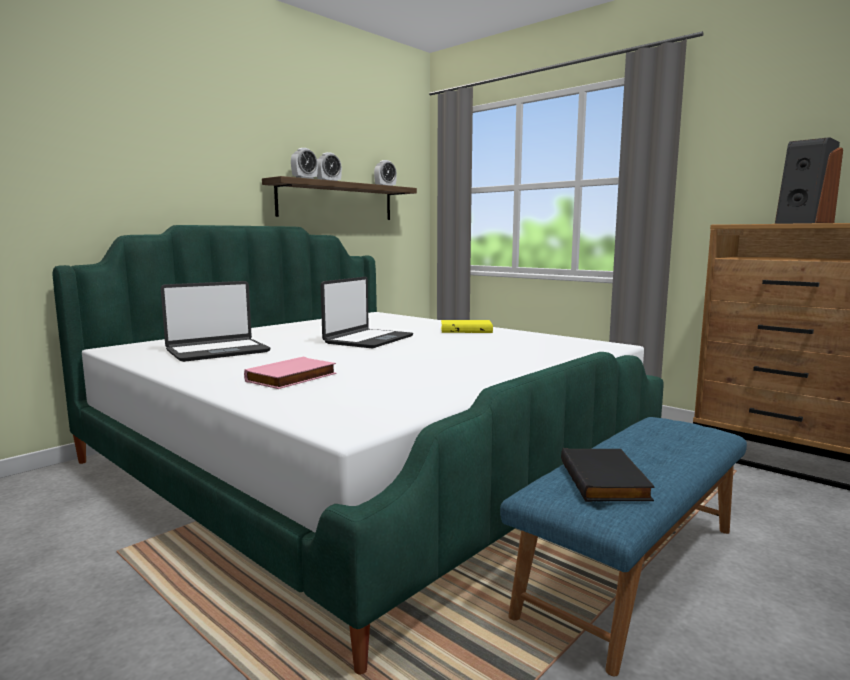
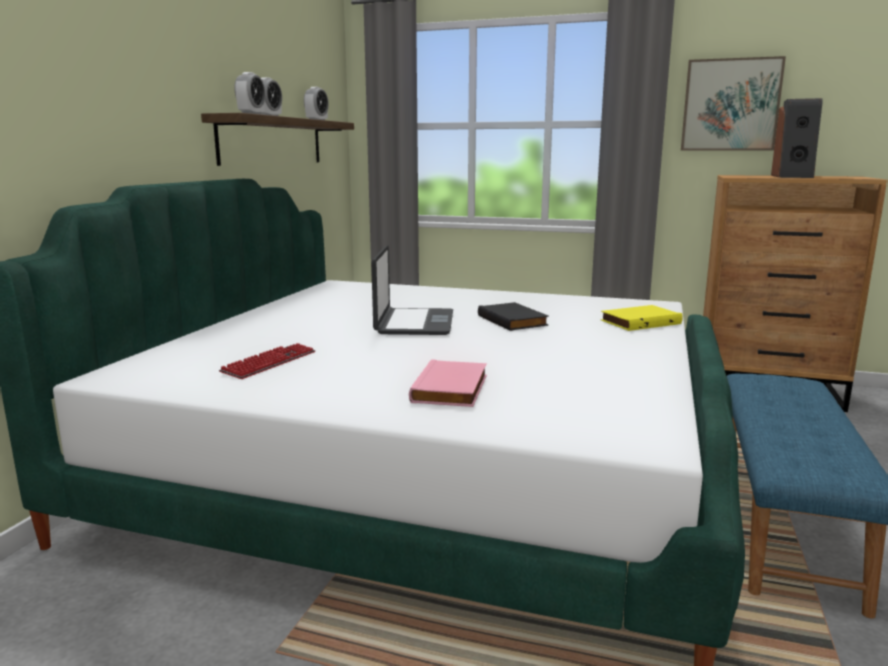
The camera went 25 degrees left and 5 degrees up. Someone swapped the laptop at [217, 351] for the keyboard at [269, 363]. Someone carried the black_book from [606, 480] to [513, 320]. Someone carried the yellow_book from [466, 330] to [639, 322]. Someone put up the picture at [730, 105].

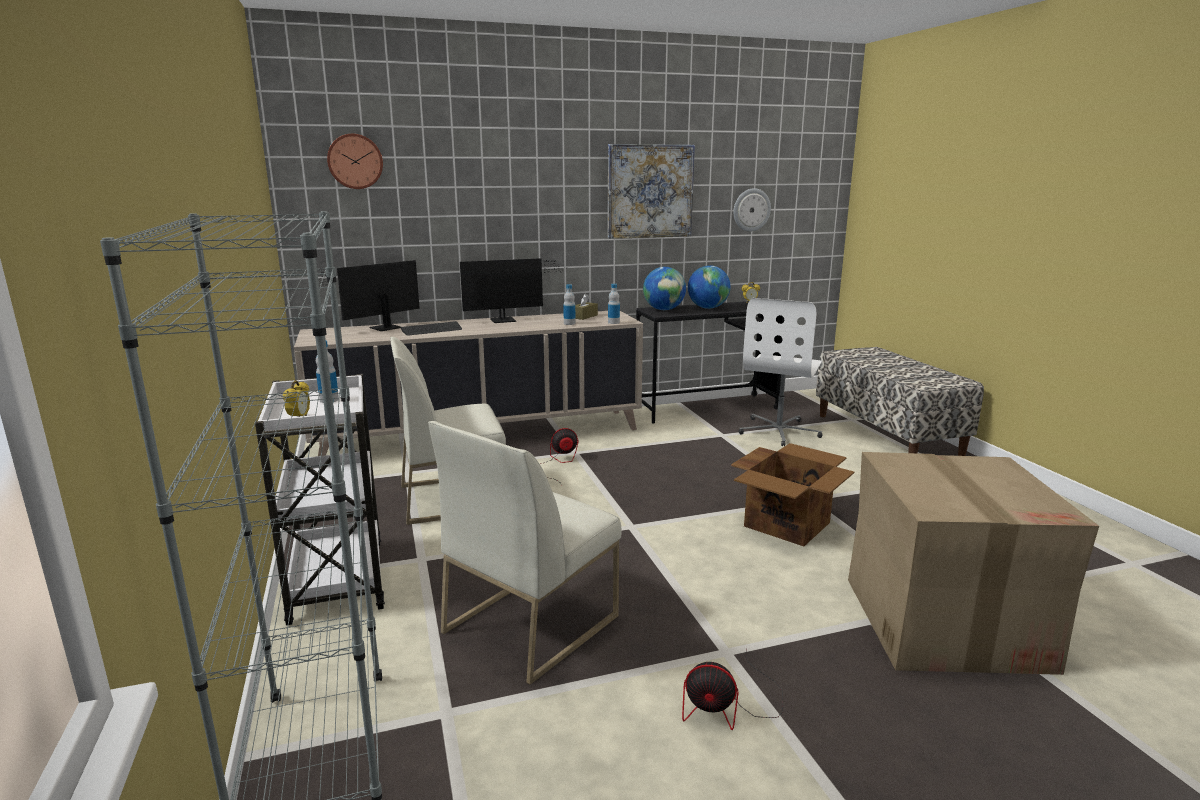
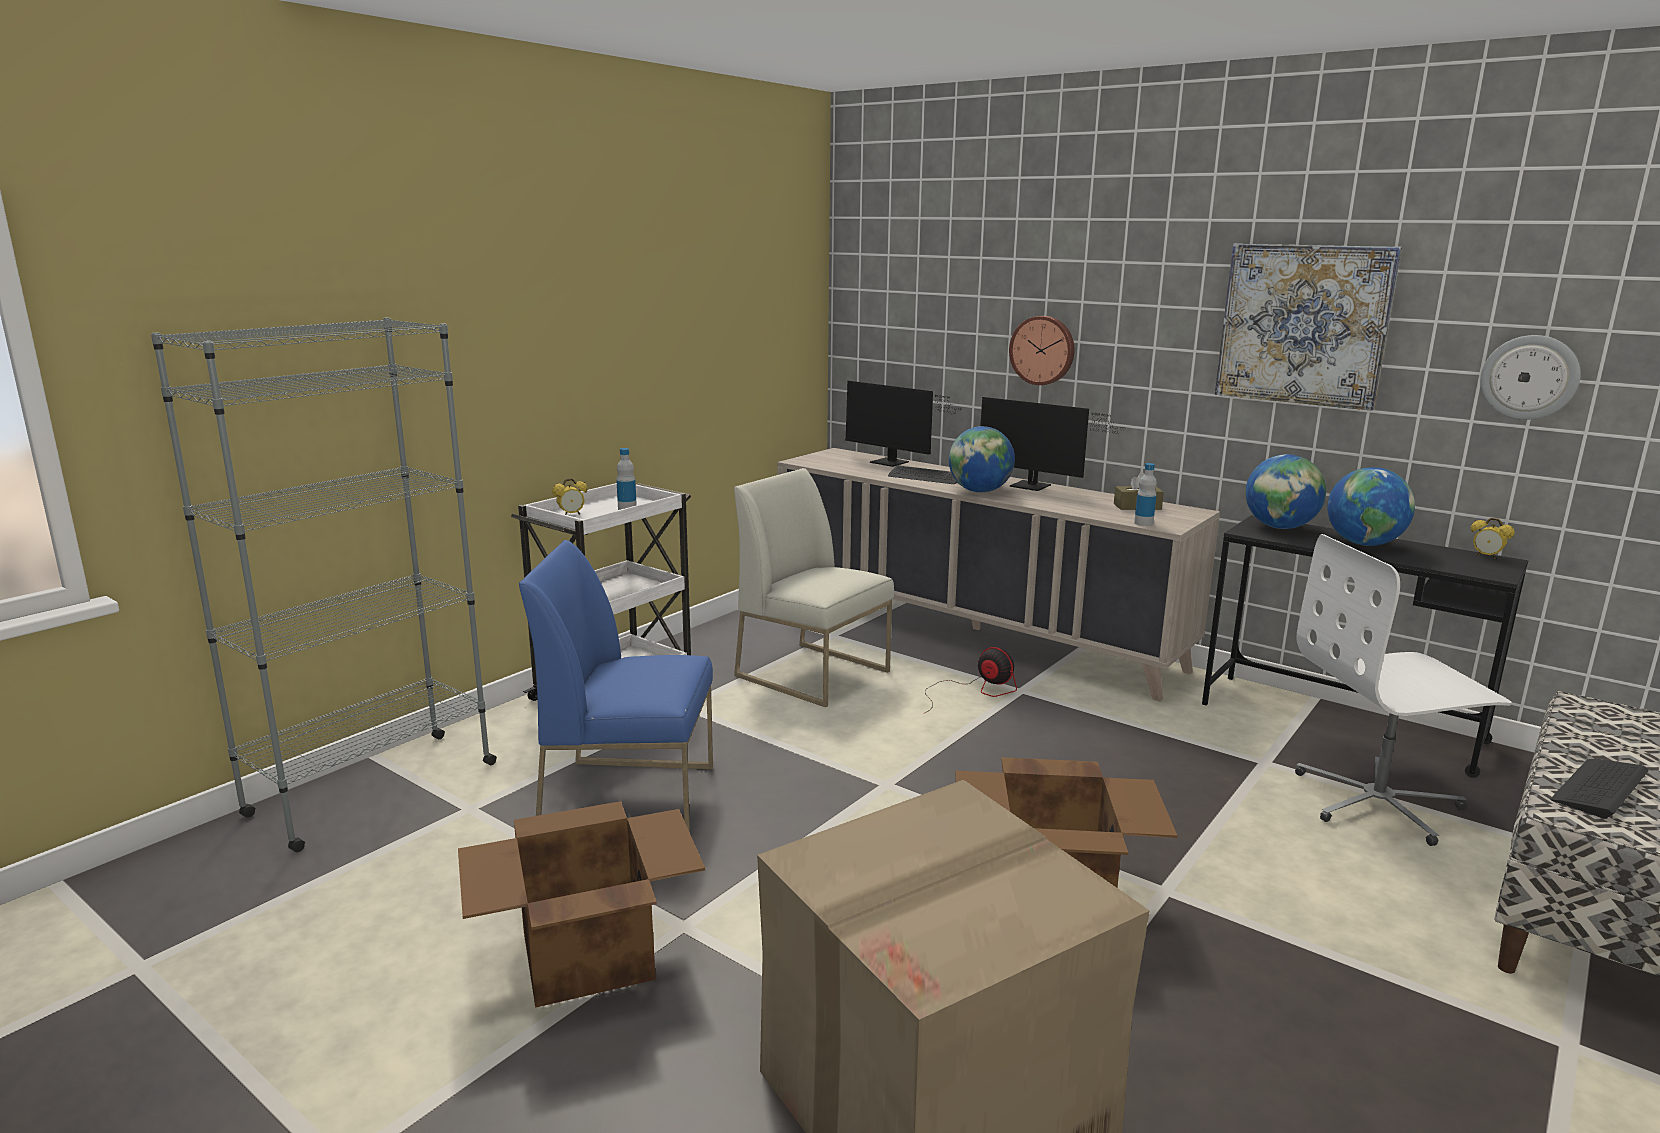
The camera went 55 degrees right and 0 degrees up. Someone swapped the fan at [729, 706] for the cardboard_box at [585, 955]. Someone repainted the white_chair at [531, 623], which became the blue_chair at [631, 796]. Someone rotated the monitor at [381, 328] by 150 degrees counterclockwise. Someone put down the globe at [979, 491]. Someone carried the wall_clock from [355, 161] to [1043, 350]. Someone put down the keyboard at [1599, 788]. Someone took away the bottle at [569, 323].

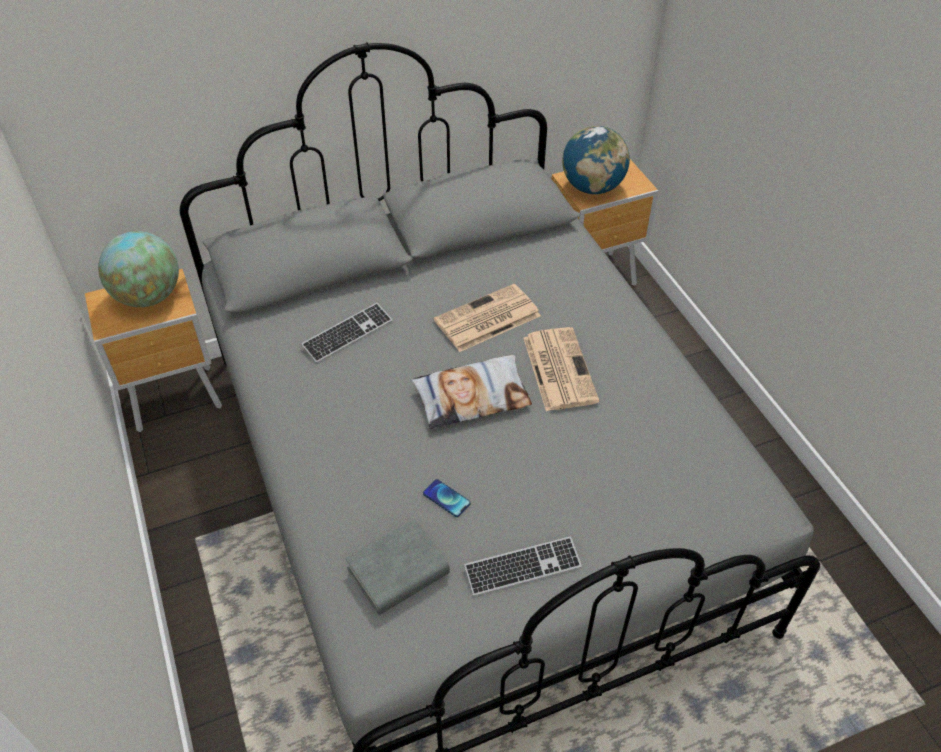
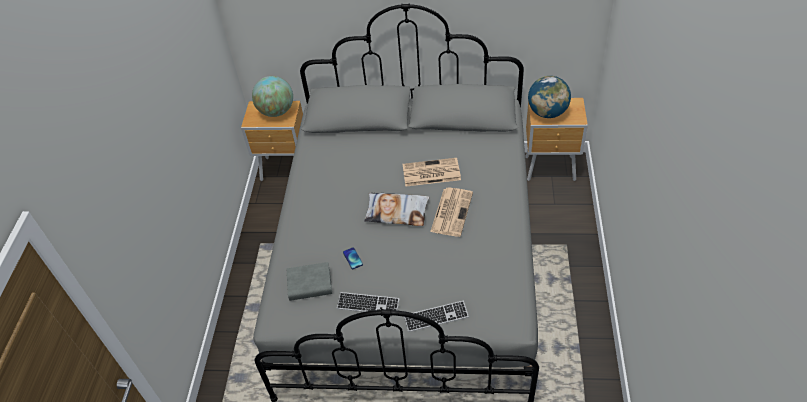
The camera went 30 degrees right and 0 degrees up. Someone carried the keyboard from [347, 334] to [436, 317].

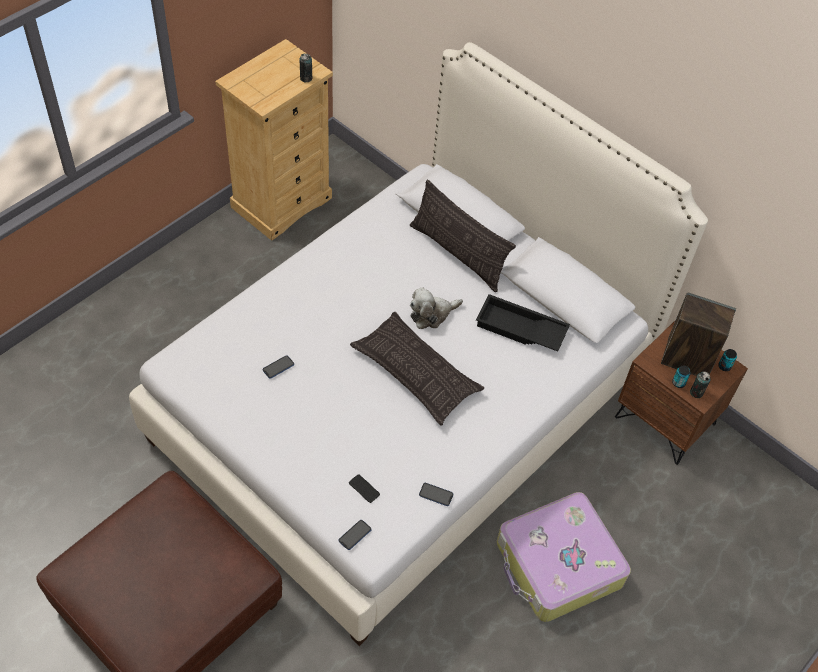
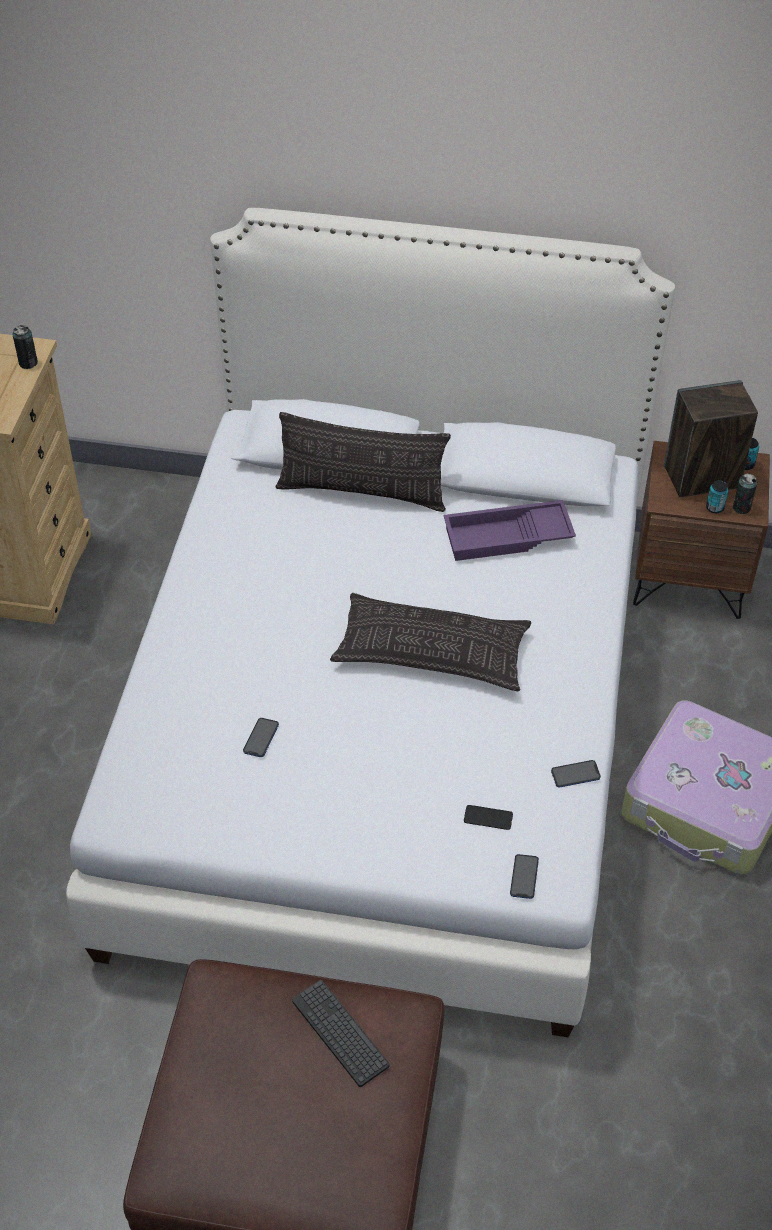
The camera went 30 degrees left and 5 degrees down. Someone put down the keyboard at [340, 1033]. Someone repainted the black_tray at [519, 329], which became the purple_tray at [507, 538]. Someone took away the plush_toy at [432, 314].

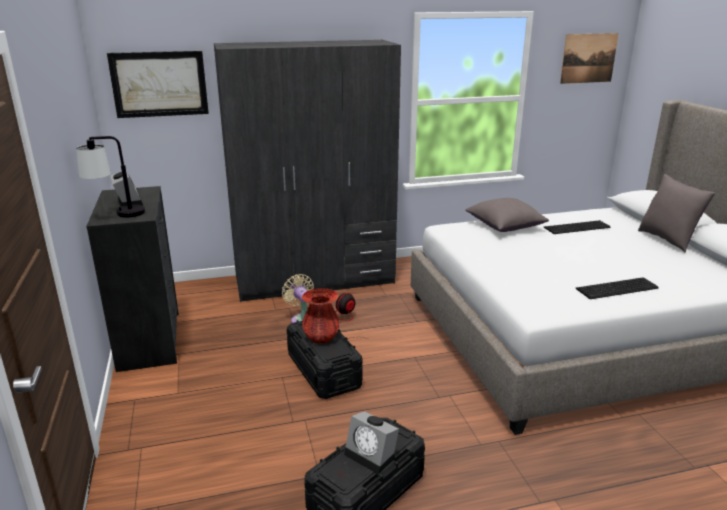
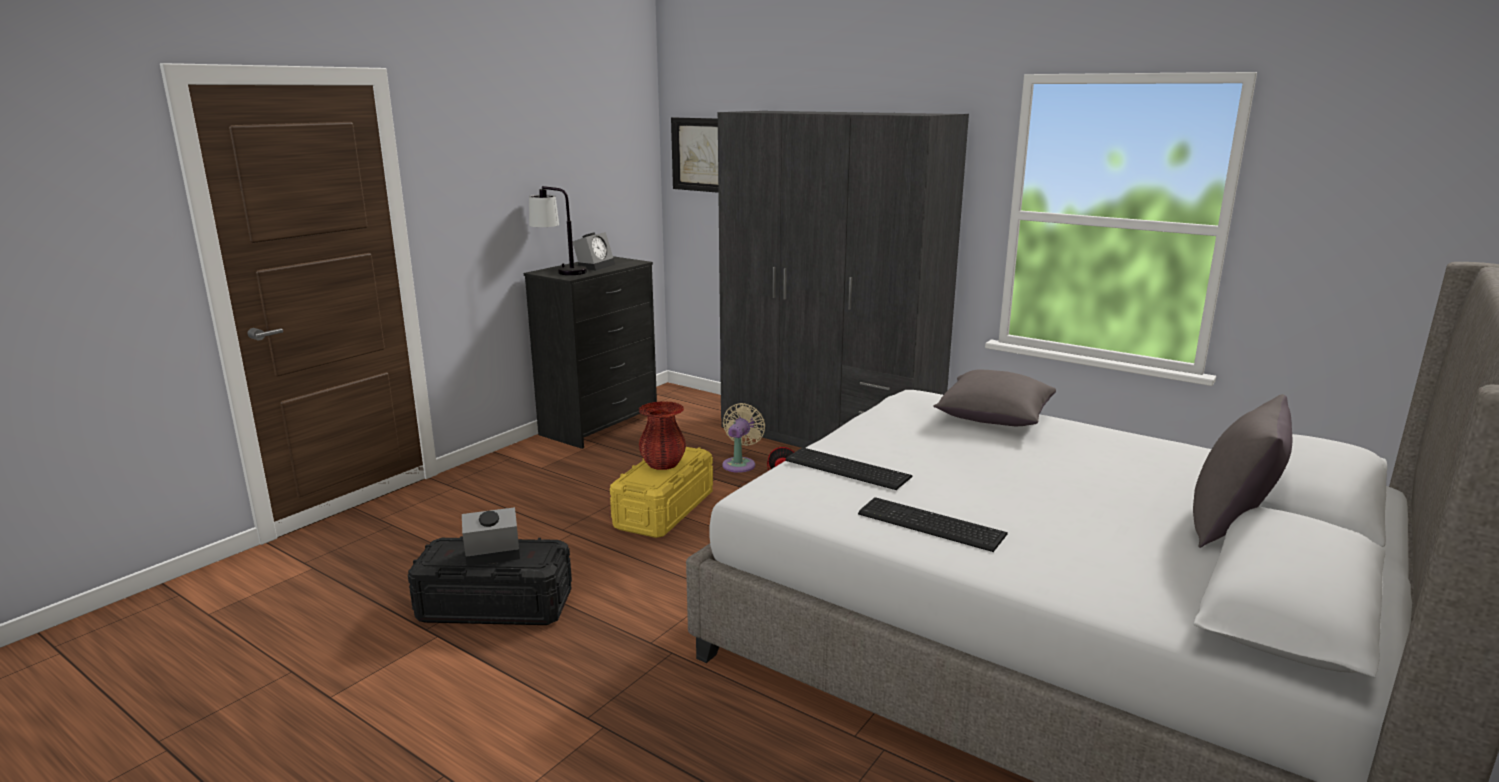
The camera went 50 degrees right and 5 degrees down. Someone rotated the alarm_clock at [372, 455] by 75 degrees clockwise. Someone repainted the black_storage_box at [323, 371], which became the yellow_storage_box at [664, 510]. Someone carried the keyboard from [578, 228] to [847, 469]. Someone took away the picture at [588, 58].

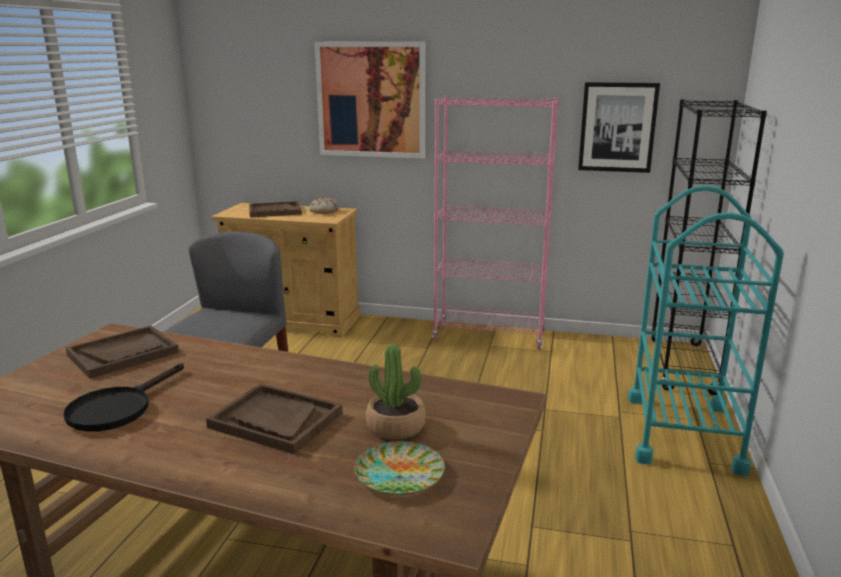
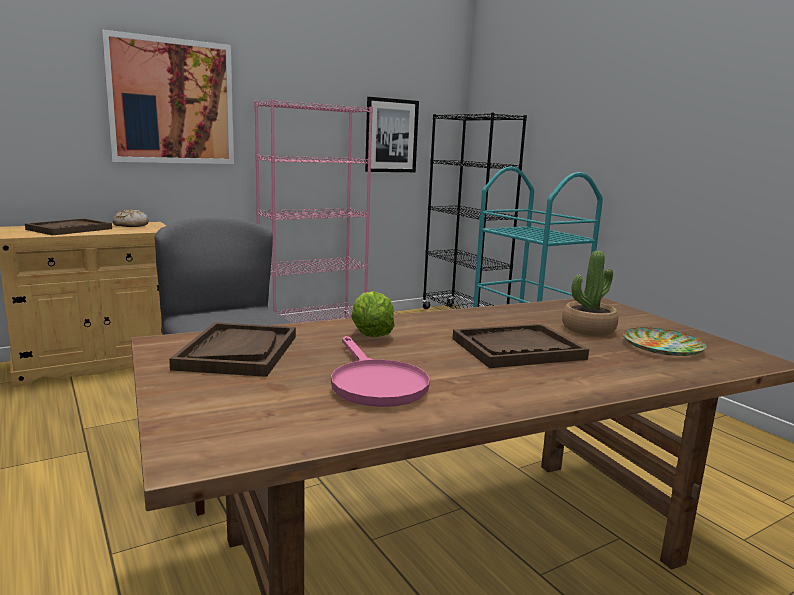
The camera went 45 degrees left and 5 degrees down. Someone repainted the black_frying_pan at [117, 408], which became the pink_frying_pan at [374, 383]. Someone put down the lettuce at [371, 334].

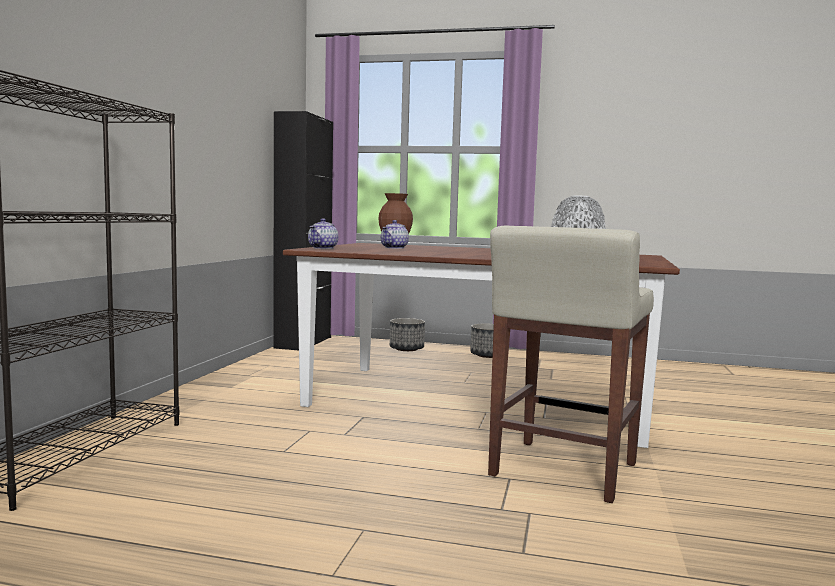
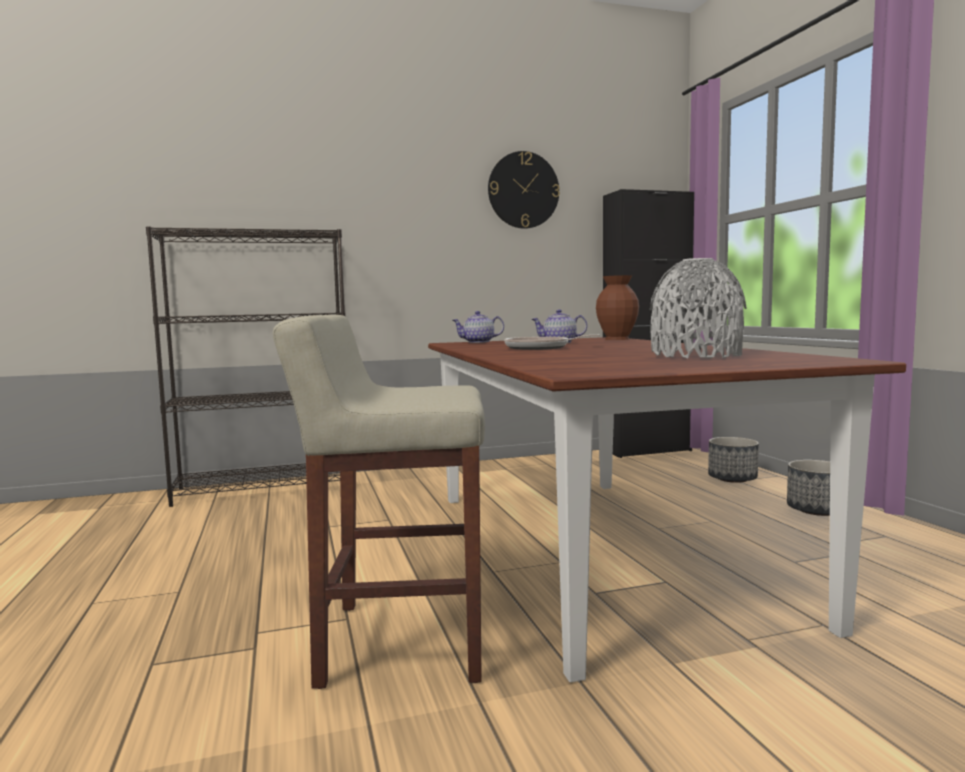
The camera went 60 degrees right and 0 degrees up. Someone put up the wall_clock at [523, 190]. Someone put down the frying_pan at [540, 348].

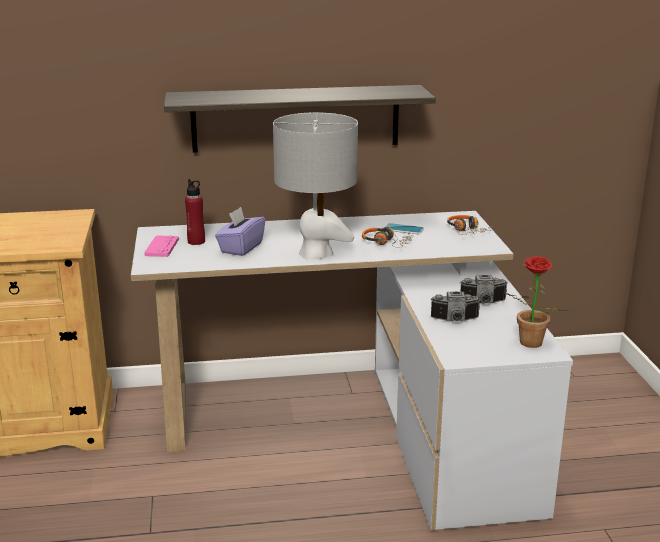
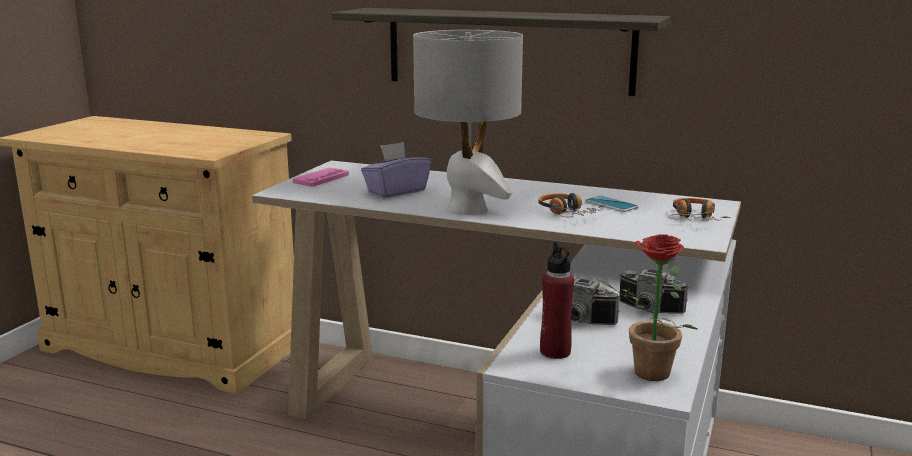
The camera went 30 degrees right and 5 degrees down. Someone carried the red_bottle from [196, 242] to [555, 352].

